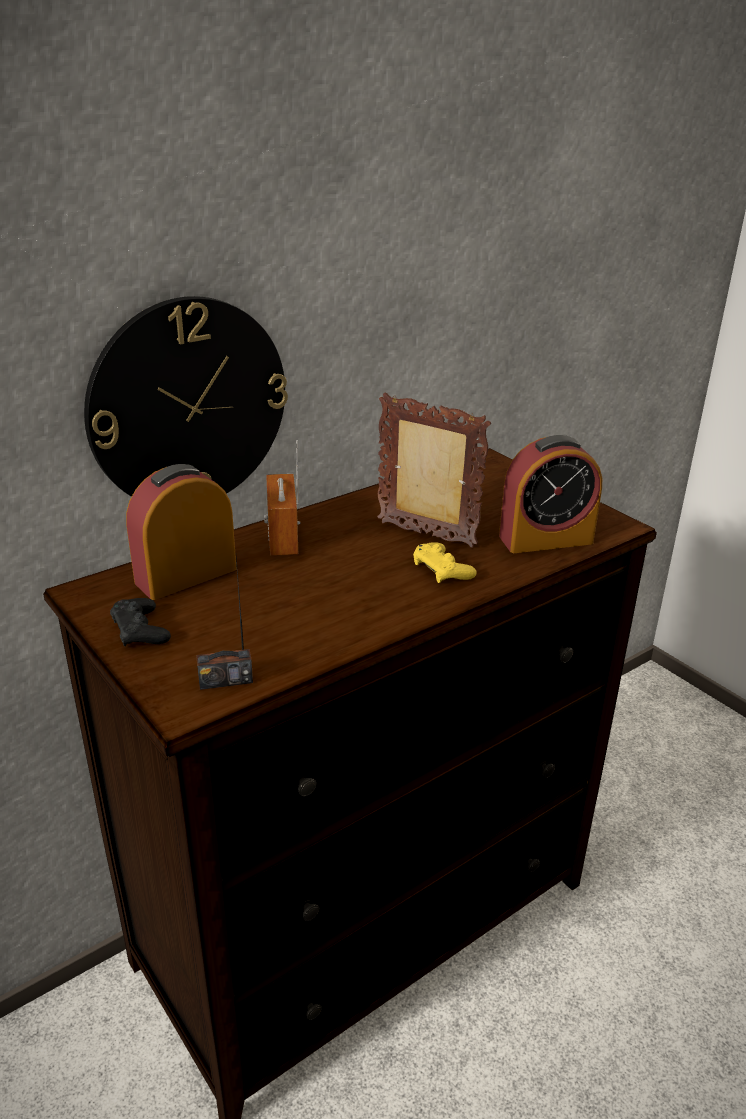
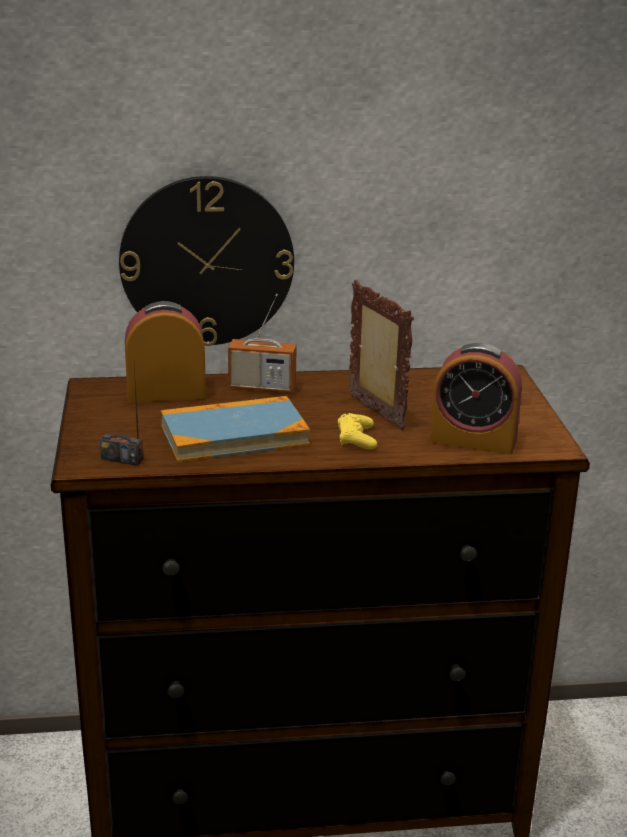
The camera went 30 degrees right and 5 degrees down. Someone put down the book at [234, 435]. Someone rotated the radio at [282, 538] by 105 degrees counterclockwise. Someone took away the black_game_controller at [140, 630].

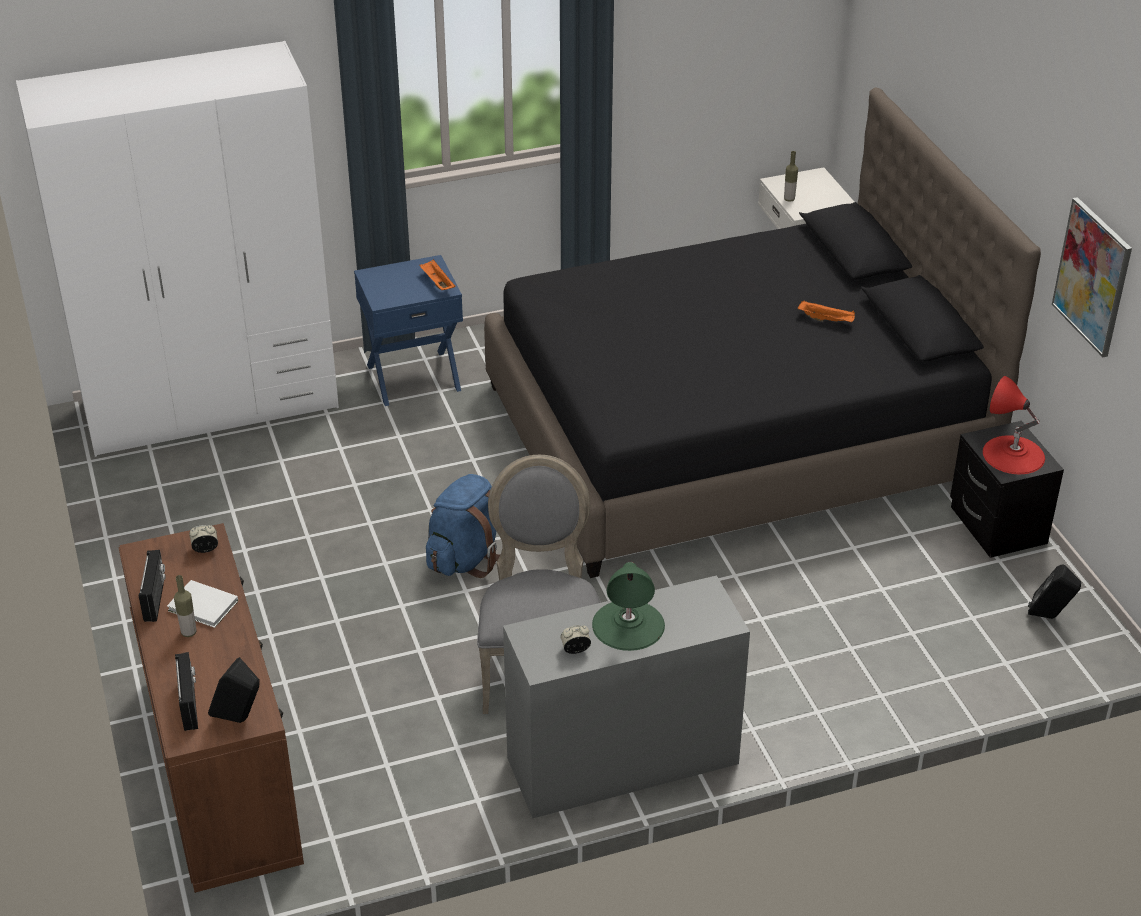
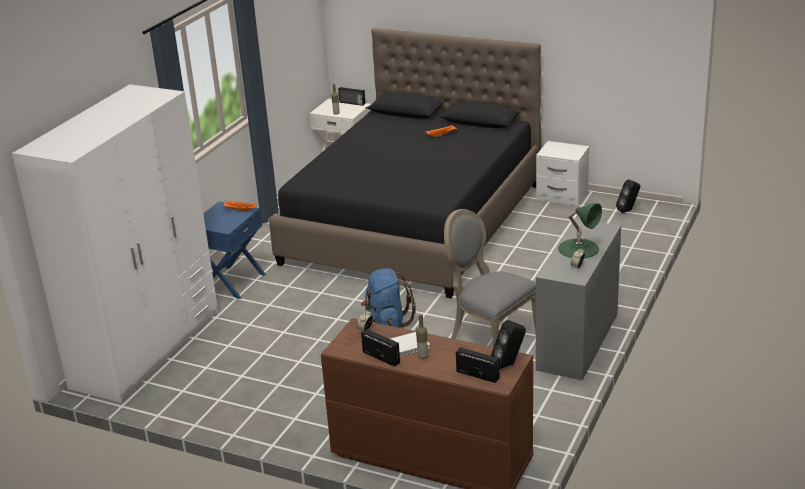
The camera went 45 degrees left and 10 degrees down. Someone put down the radio at [352, 103]. Someone repainted the black_nightstand at [995, 526], which became the white_nightstand at [561, 196]. Someone took away the red_table_lamp at [1013, 455]. Someone took away the picture at [1092, 277].

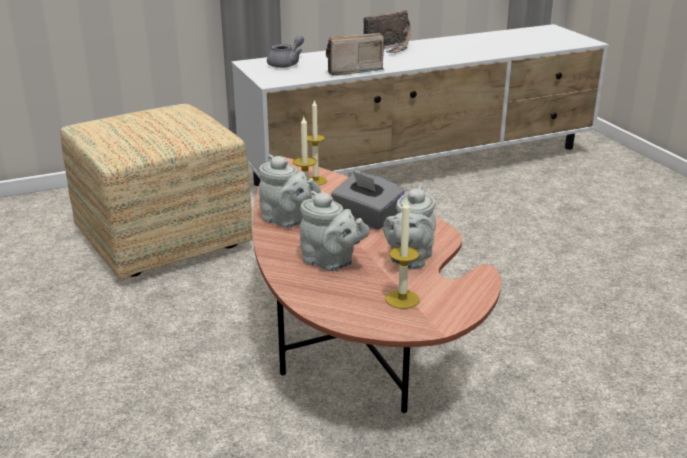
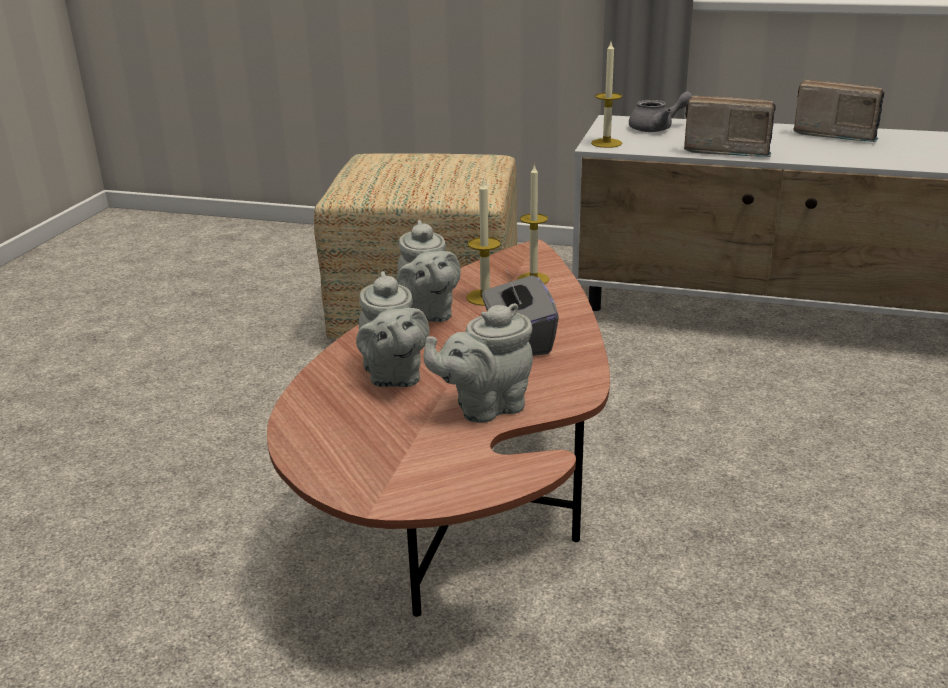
The camera went 40 degrees right and 0 degrees up. Someone carried the candle from [402, 299] to [606, 143]. Someone rotated the radio at [391, 49] by 150 degrees counterclockwise.

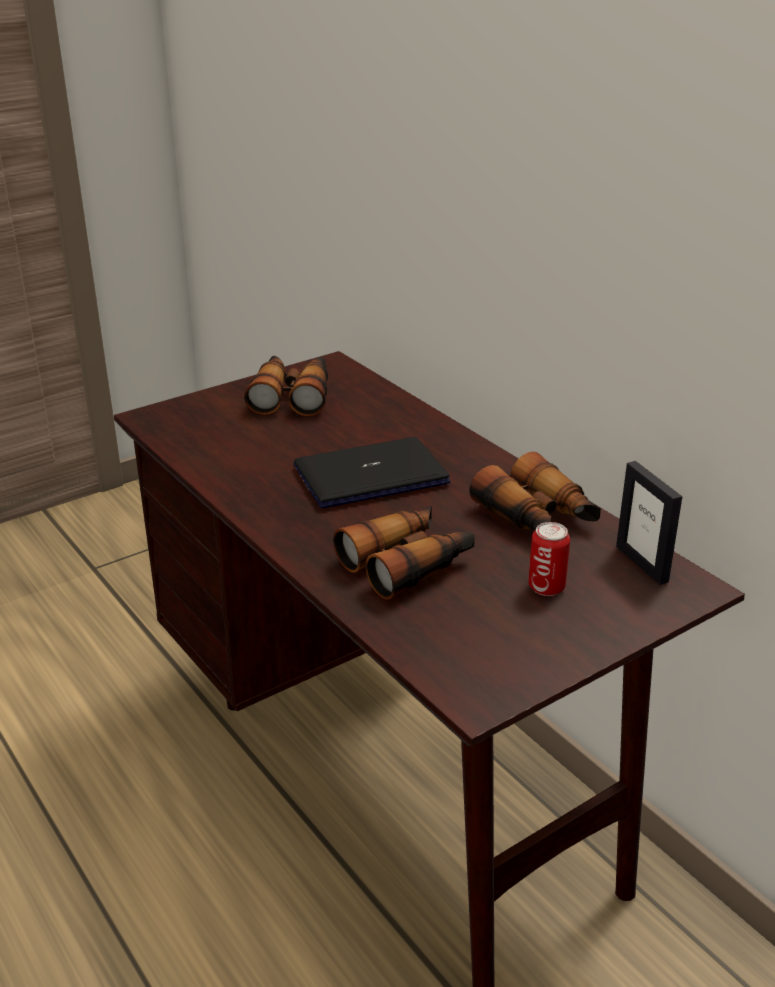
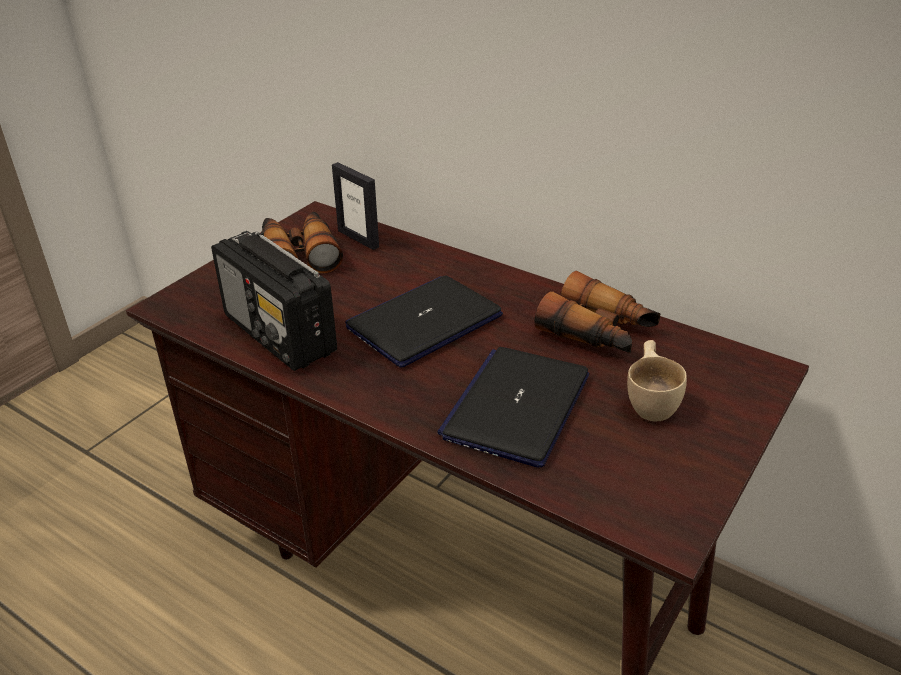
The camera went 20 degrees left and 5 degrees up. Someone put down the radio at [280, 335]. Someone carried the picture_frame from [642, 564] to [358, 238]. Someone swapped the binoculars at [408, 563] for the laptop at [516, 406]. Someone swapped the can at [546, 587] for the beige_cup at [652, 400].

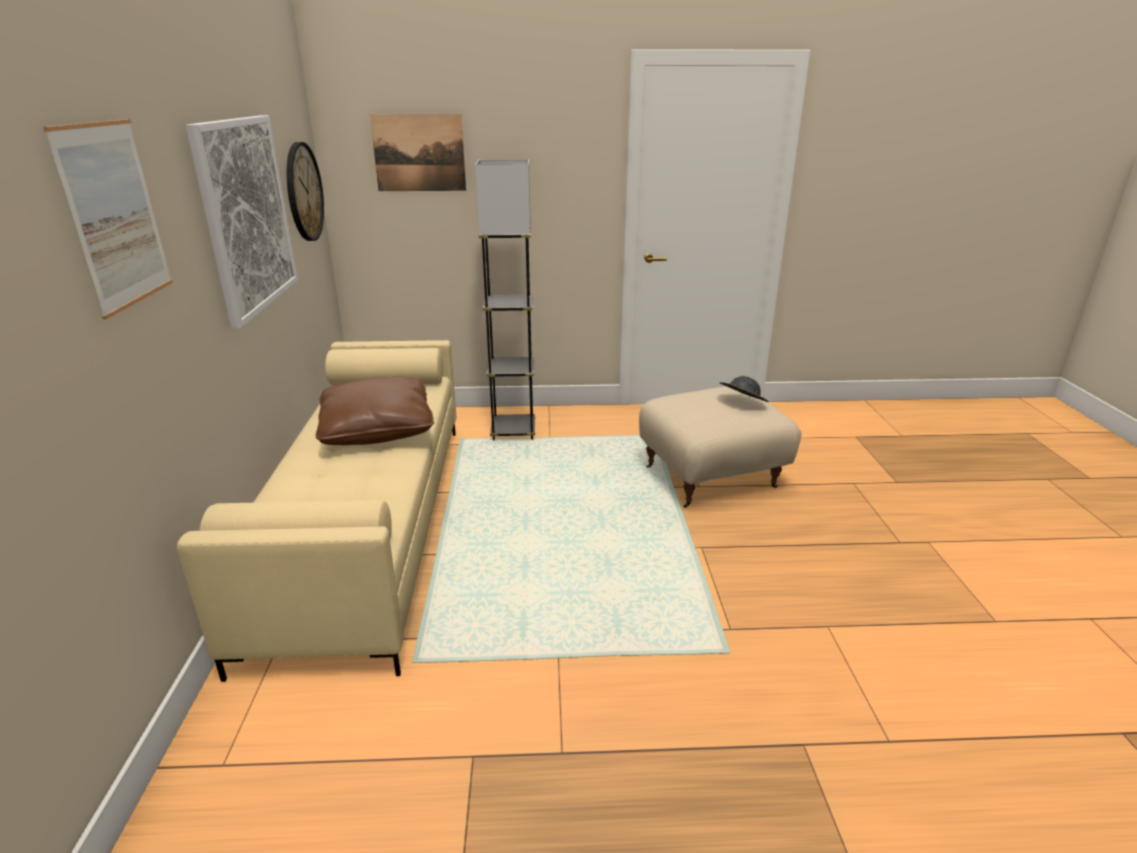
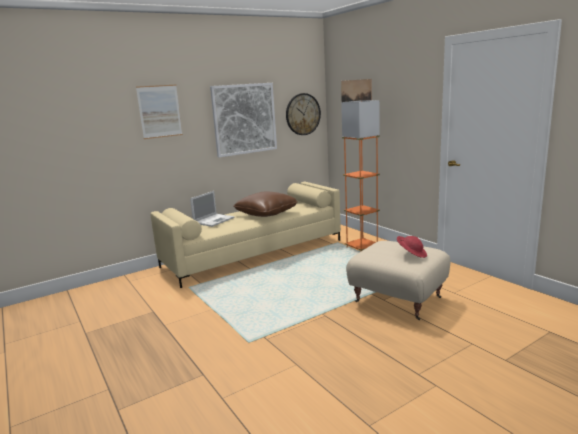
The camera went 60 degrees right and 10 degrees down. Someone put down the laptop at [214, 220]. Someone repainted the grey_floor_lamp at [513, 432], which became the orange_floor_lamp at [362, 248]. Someone repainted the grey_hat at [741, 403], which became the red_hat at [411, 254].

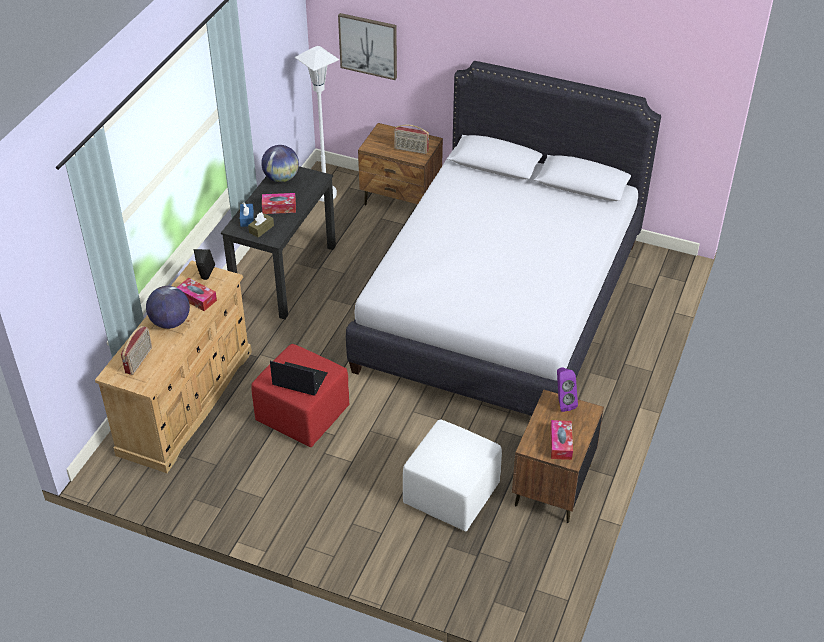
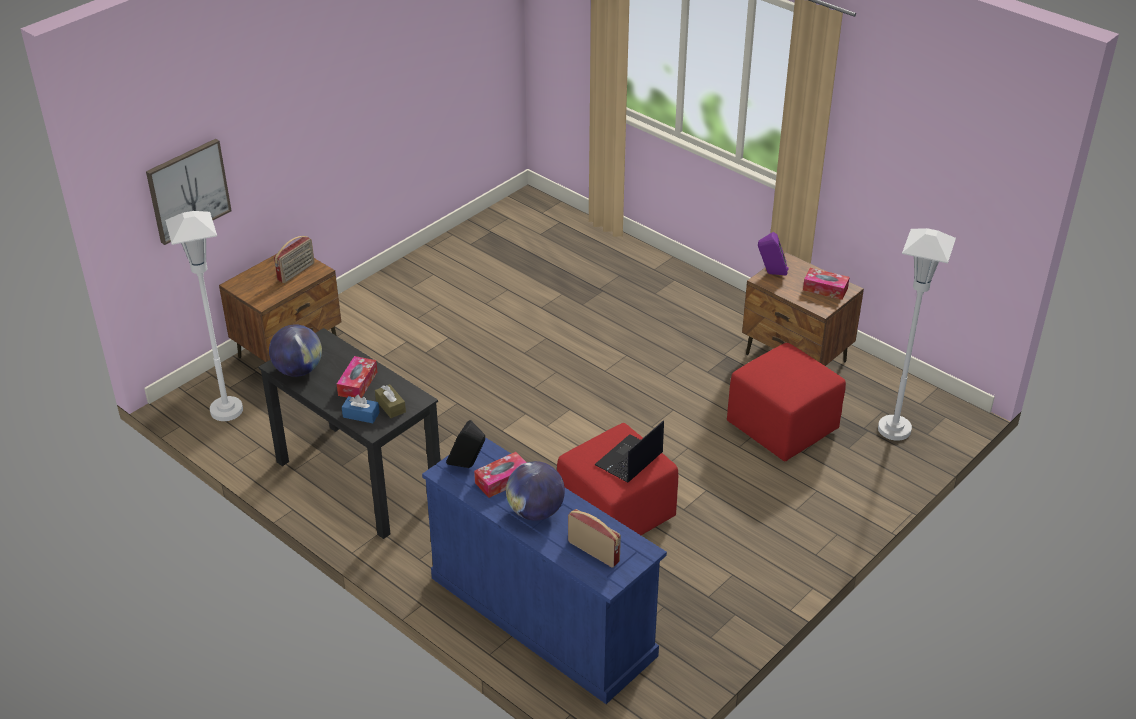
The camera went 70 degrees left and 5 degrees down. Someone repainted the beige_dresser at [186, 401], which became the blue_dresser at [540, 615]. Someone repainted the white_ottoman at [451, 493], which became the red_ottoman at [780, 427]. Someone put down the white_floor_lamp at [894, 429]. Someone took away the white_bed at [500, 304].

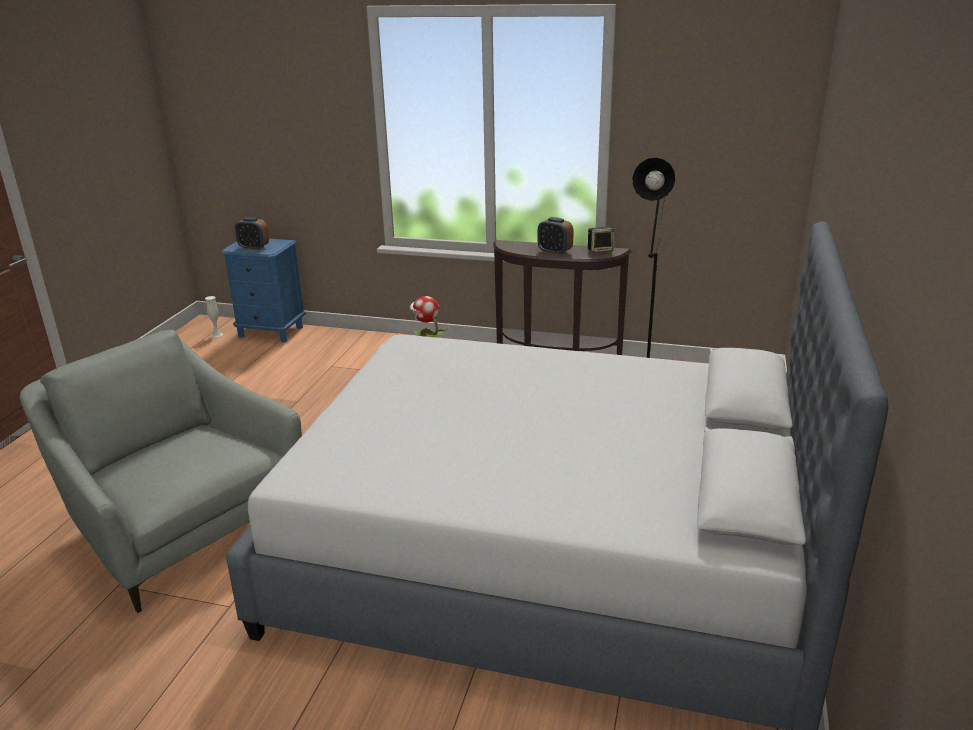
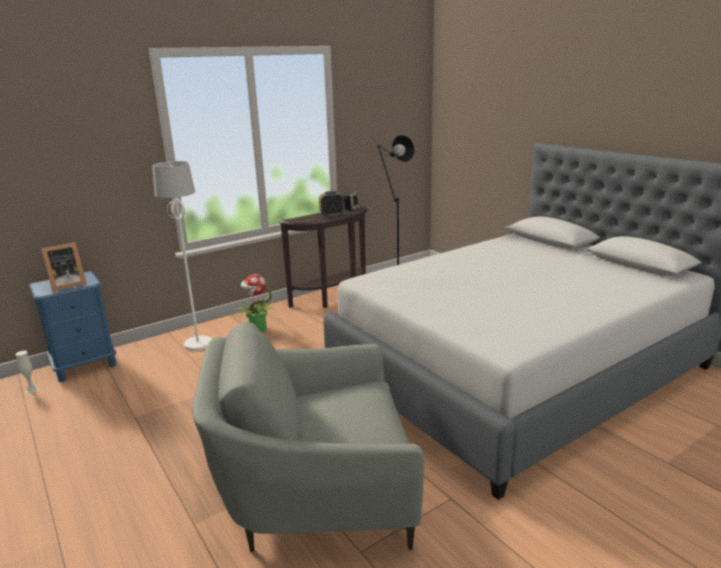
The camera went 50 degrees left and 5 degrees down. Someone swapped the alarm_clock at [254, 248] for the picture_frame at [66, 285]. Someone put down the white_floor_lamp at [198, 344].

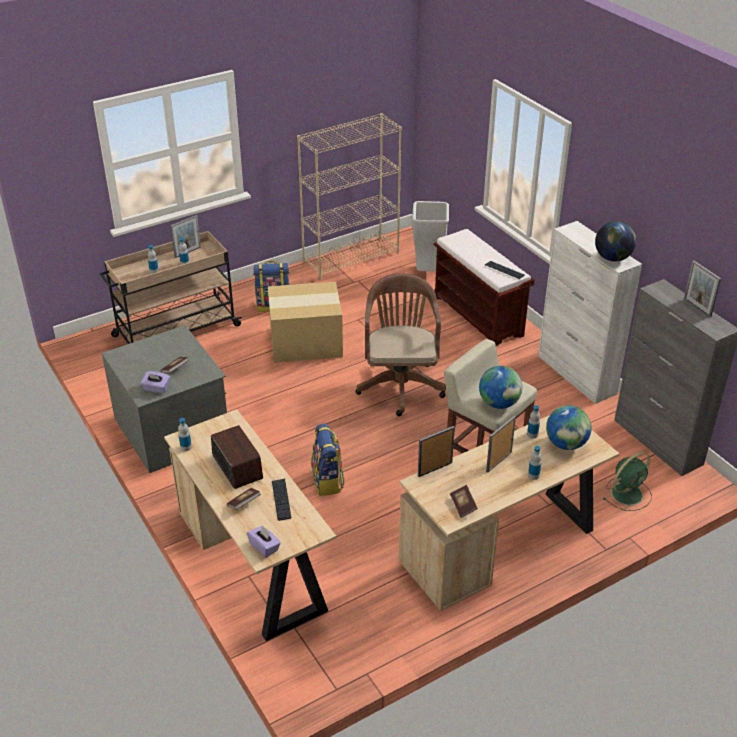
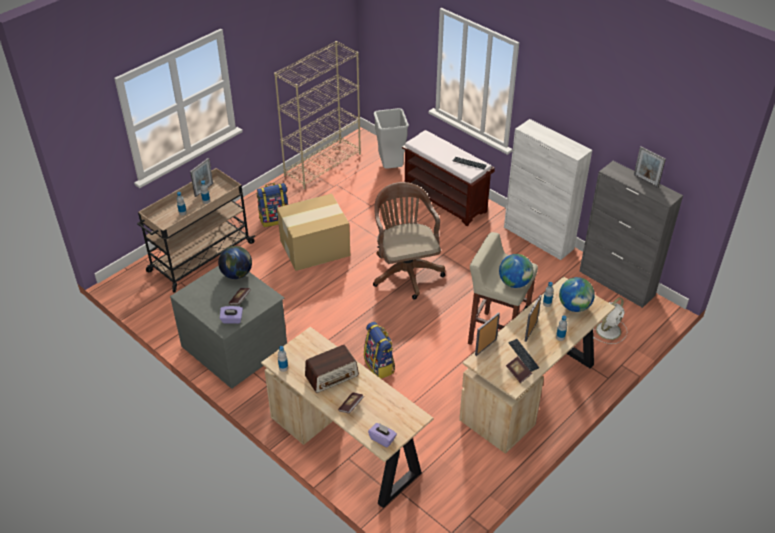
The camera went 15 degrees left and 5 degrees up. Someone carried the globe from [612, 258] to [237, 274]. Someone rotated the radio at [237, 466] by 105 degrees clockwise. Someone carried the keyboard from [281, 500] to [523, 355]. Someone repainted the green_fan at [628, 493], which became the white_fan at [609, 330].

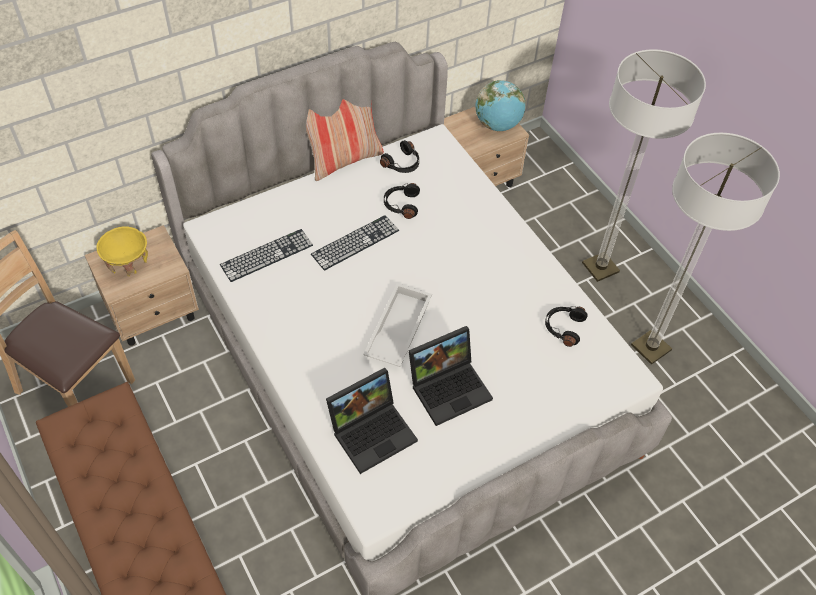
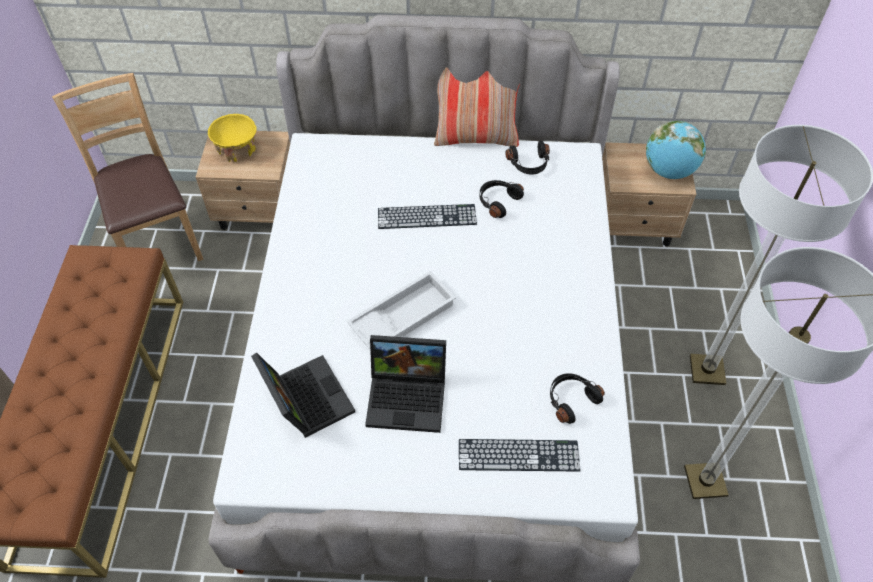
The camera went 35 degrees right and 0 degrees up. Someone rotated the laptop at [373, 431] by 120 degrees counterclockwise. Someone carried the keyboard from [267, 255] to [518, 455].

